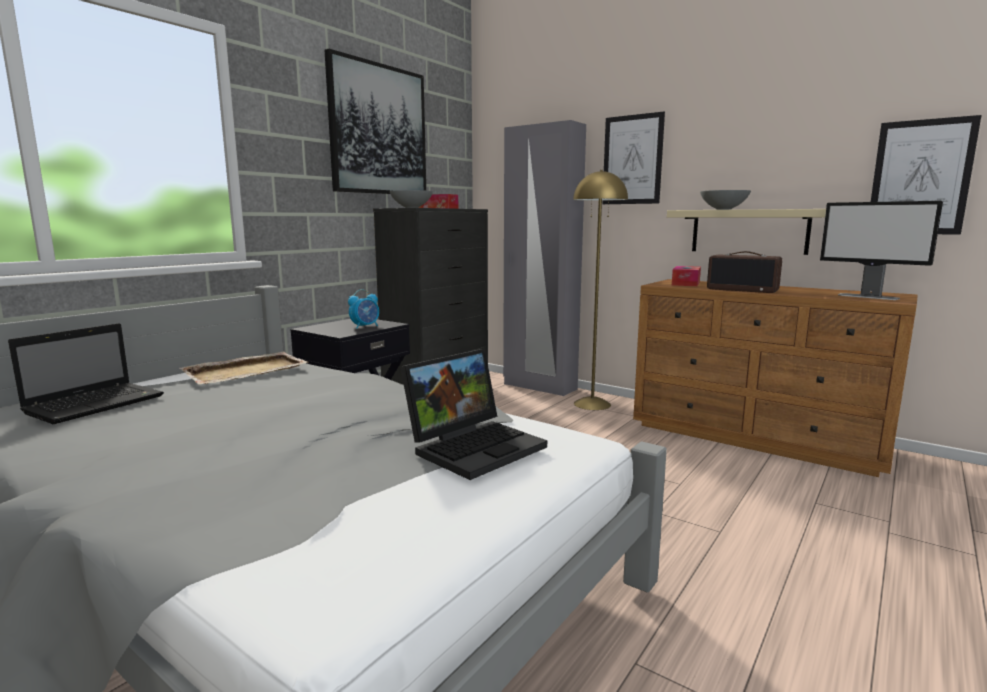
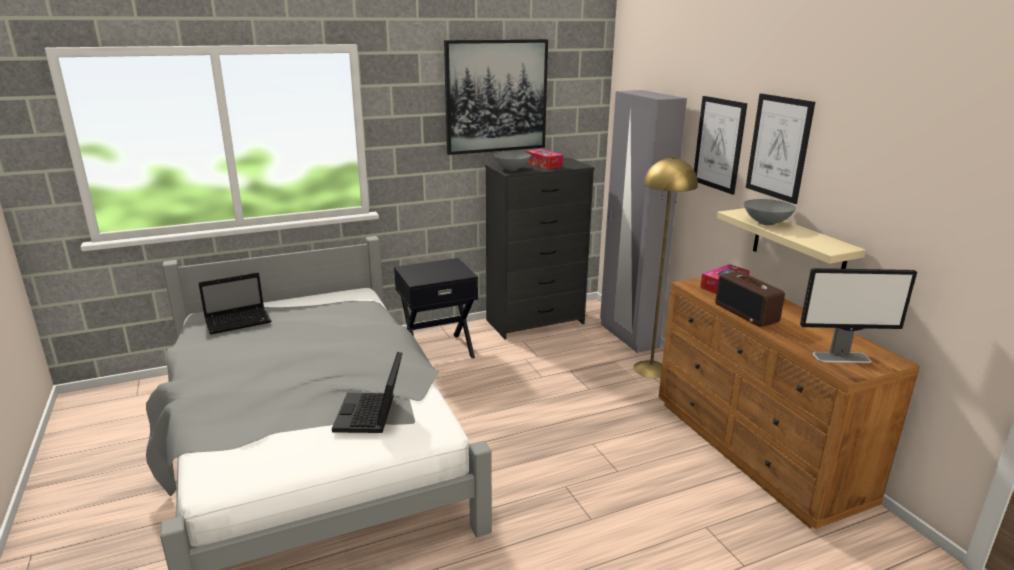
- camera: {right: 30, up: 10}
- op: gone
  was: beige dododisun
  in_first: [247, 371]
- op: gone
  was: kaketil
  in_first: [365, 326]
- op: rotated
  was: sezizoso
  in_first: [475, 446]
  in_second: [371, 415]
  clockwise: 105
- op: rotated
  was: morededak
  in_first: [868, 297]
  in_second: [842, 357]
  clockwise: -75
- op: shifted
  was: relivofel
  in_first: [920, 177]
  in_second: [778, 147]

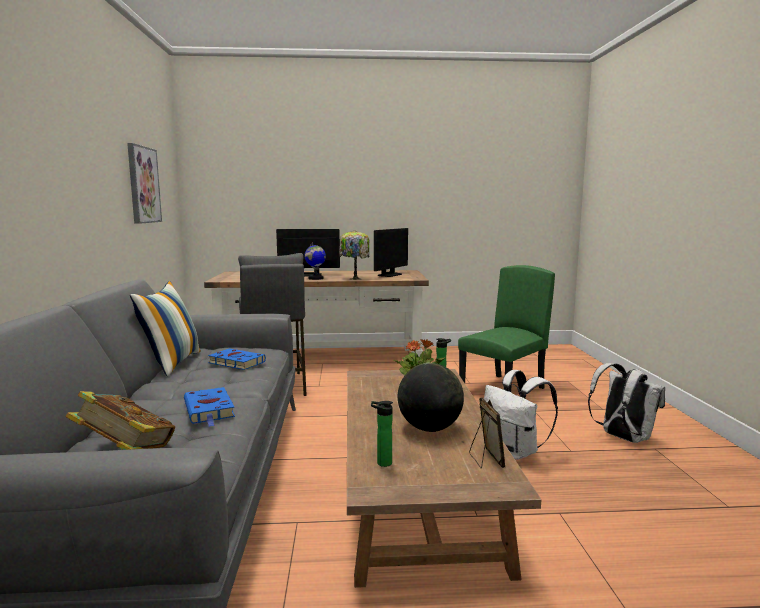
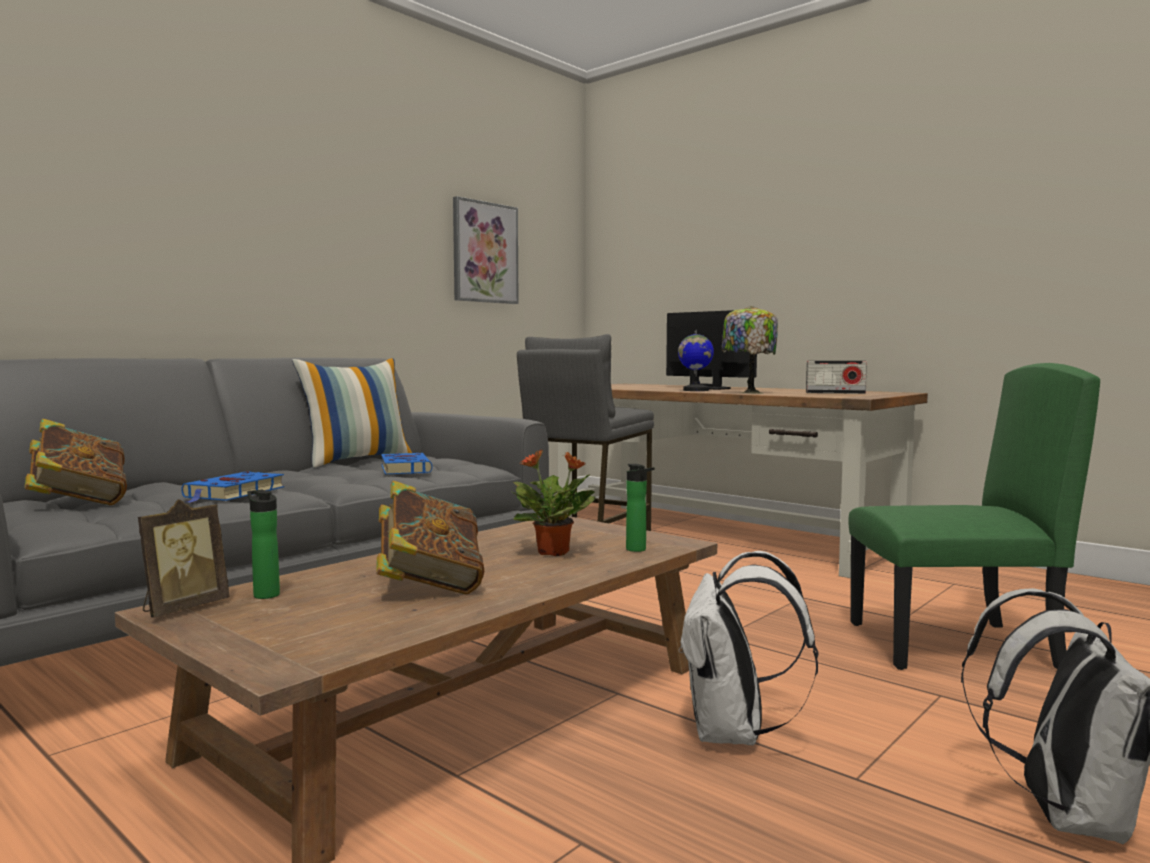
- camera: {right: 45, up: -5}
- op: swapped
  was: morededak
  now: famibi
  in_first: [389, 275]
  in_second: [835, 393]
- op: swapped
  was: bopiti
  now: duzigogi
  in_first: [430, 428]
  in_second: [429, 585]
- op: shifted
  was: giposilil
  in_first: [485, 460]
  in_second: [182, 608]

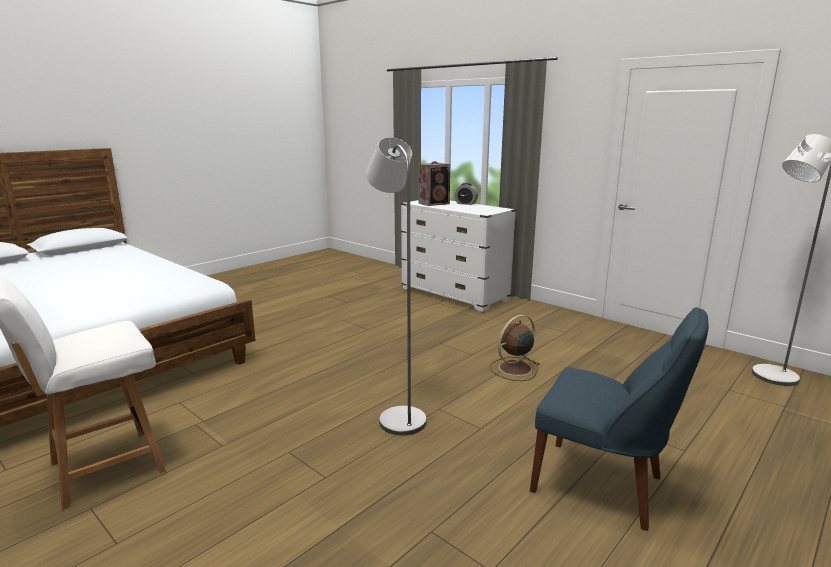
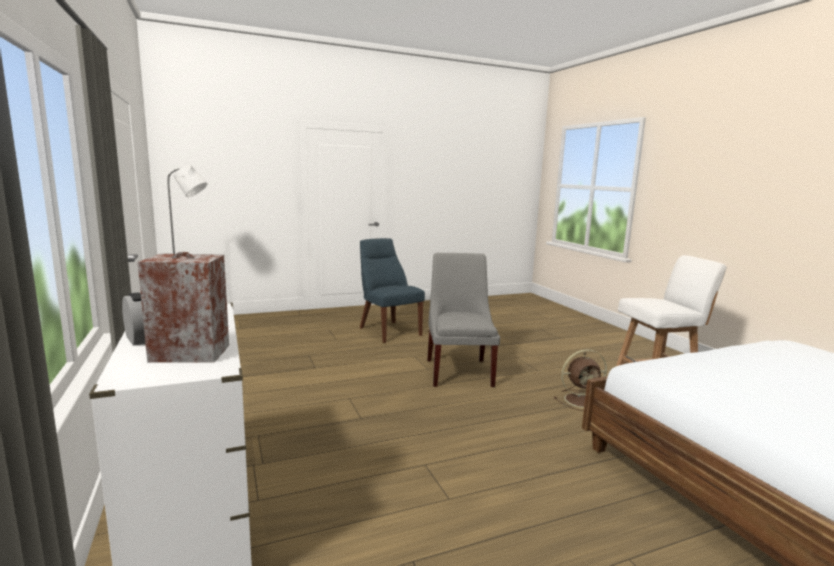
- camera: {right: -155, up: -5}
- op: swapped
  was: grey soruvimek
  now: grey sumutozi
  in_first: [398, 417]
  in_second: [459, 371]
- op: shifted
  was: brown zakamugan
  in_first: [514, 369]
  in_second: [582, 400]

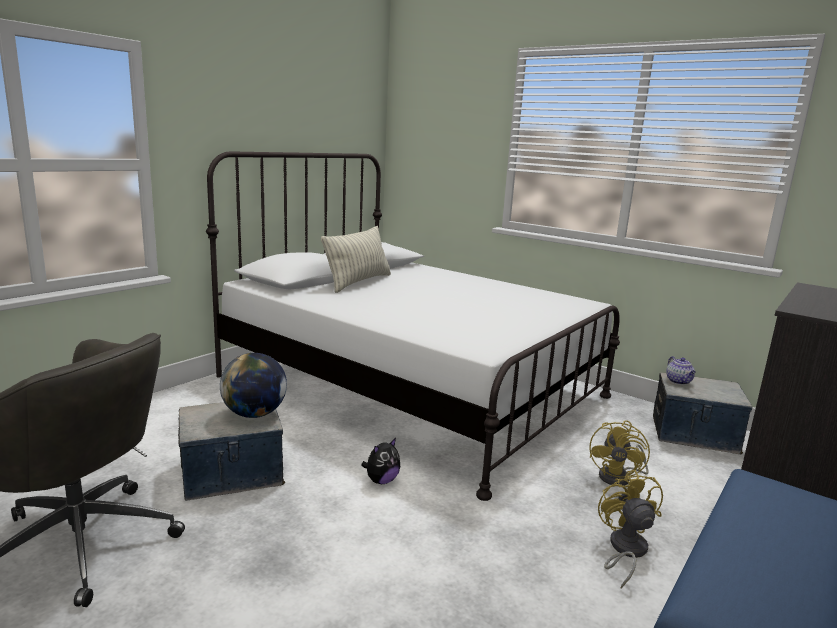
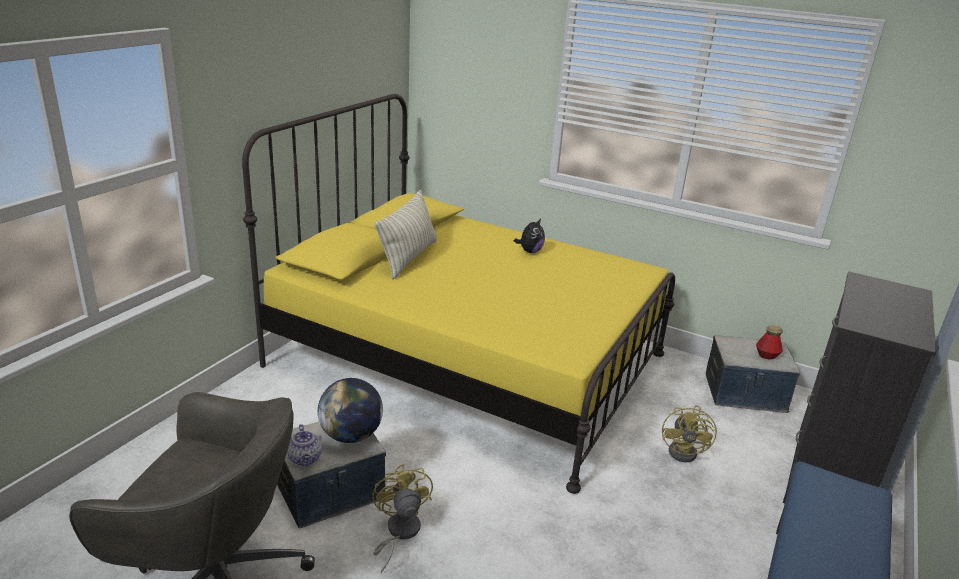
- camera: {right: -10, up: 10}
- op: repainted
  was: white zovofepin
  now: yellow zovofepin
  in_first: [412, 386]
  in_second: [468, 360]
- op: shifted
  was: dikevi
  in_first: [381, 480]
  in_second: [530, 251]
- op: shifted
  was: yellow zakamugan
  in_first: [624, 550]
  in_second: [399, 533]
- op: shifted
  was: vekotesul
  in_first: [679, 381]
  in_second: [305, 459]
- op: new
  now: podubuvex
  in_second: [767, 355]

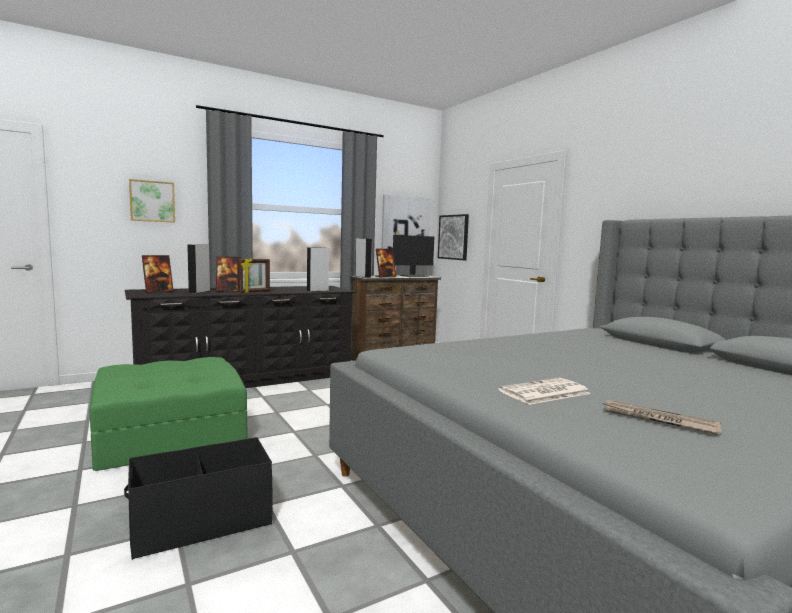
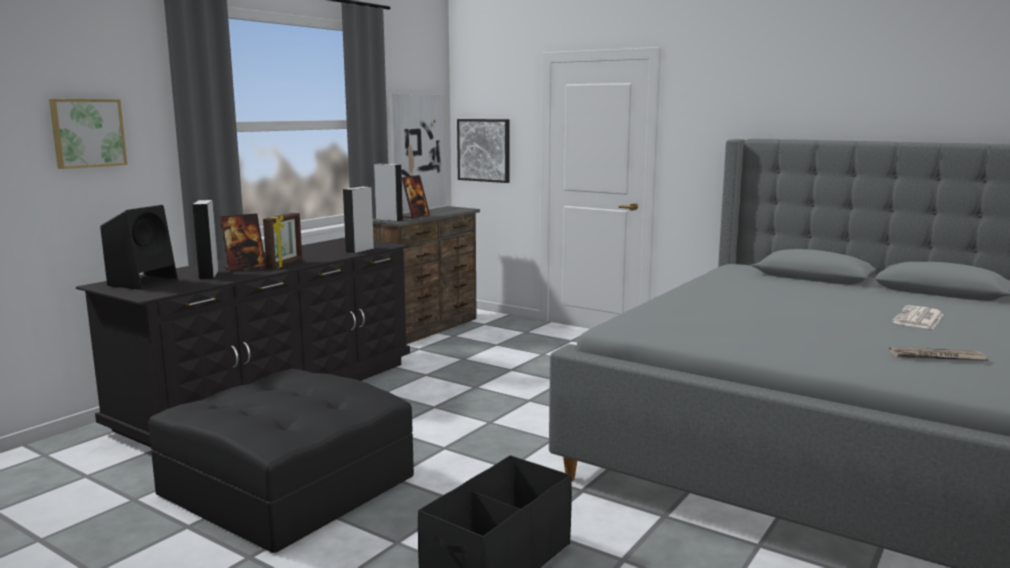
- camera: {right: -25, up: 5}
- op: repainted
  was: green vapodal
  now: black vapodal
  in_first: [171, 431]
  in_second: [289, 484]
- op: swapped
  was: giposilil
  now: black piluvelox
  in_first: [158, 291]
  in_second: [144, 282]
- op: gone
  was: morededak
  in_first: [415, 276]
- op: shifted
  was: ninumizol
  in_first: [544, 392]
  in_second: [918, 319]

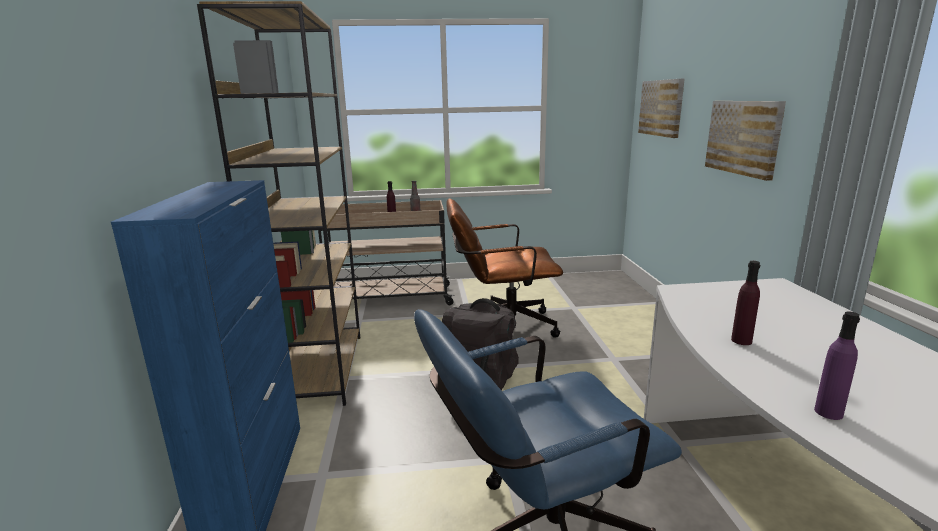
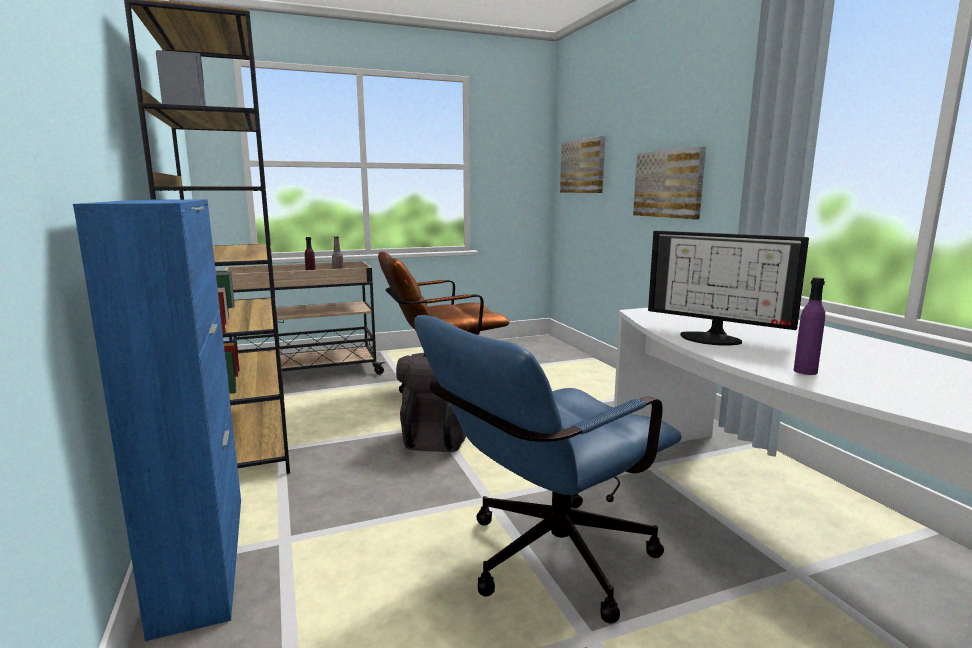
- camera: {right: -15, up: -5}
- op: swapped
  was: purple podubuvex
  now: morededak
  in_first: [741, 341]
  in_second: [713, 337]

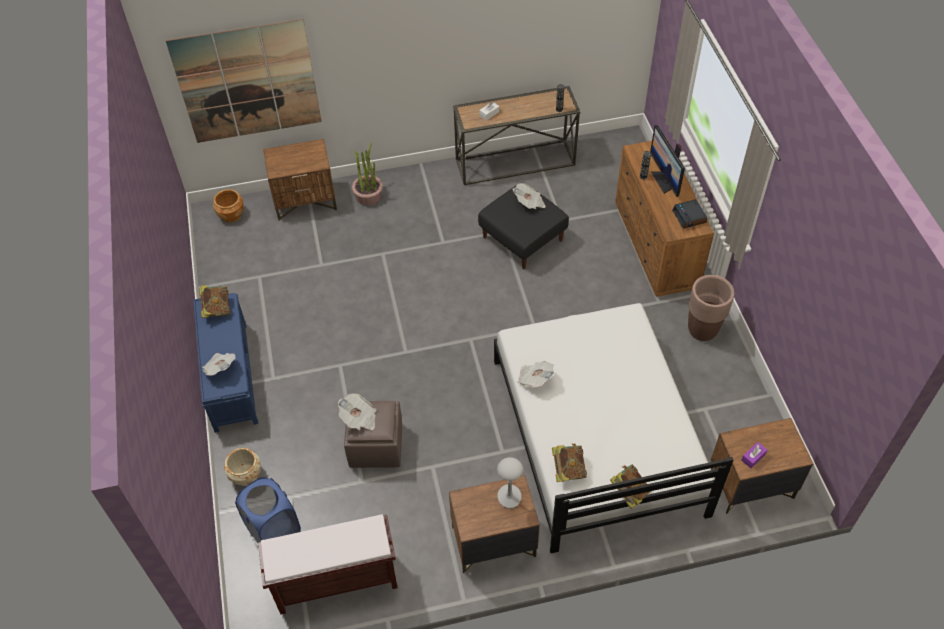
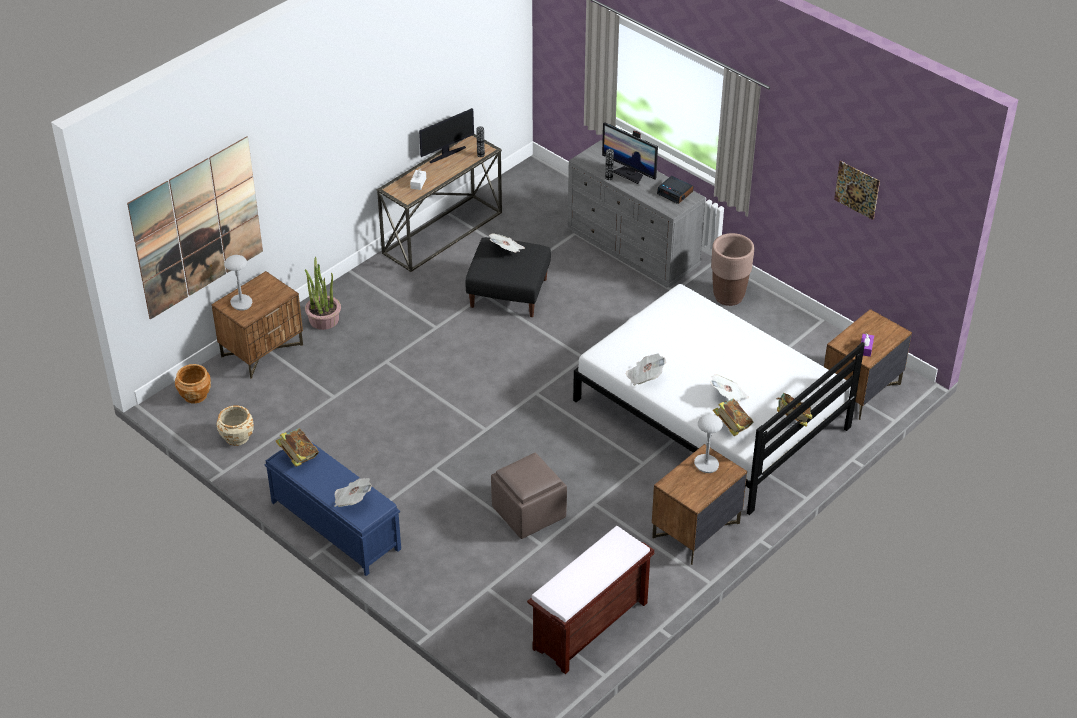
- camera: {right: -35, up: -10}
- op: shifted
  was: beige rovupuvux
  in_first: [246, 475]
  in_second: [237, 437]
- op: gone
  was: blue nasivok
  in_first: [274, 531]
- op: shifted
  was: ninumizol
  in_first: [359, 418]
  in_second: [728, 396]
- op: repainted
  was: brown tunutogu
  now: grey tunutogu
  in_first: [656, 246]
  in_second: [633, 249]
- op: new
  now: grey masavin
  in_second: [241, 303]
- op: new
  now: morededak
  in_second: [446, 154]
- op: new
  now: relivofel
  in_second: [857, 190]

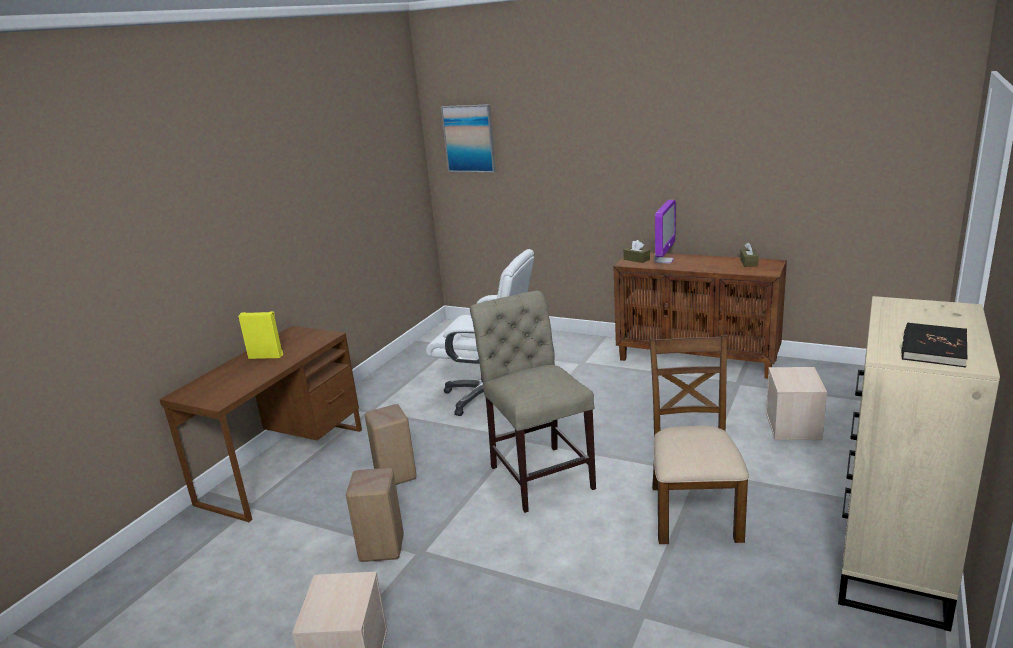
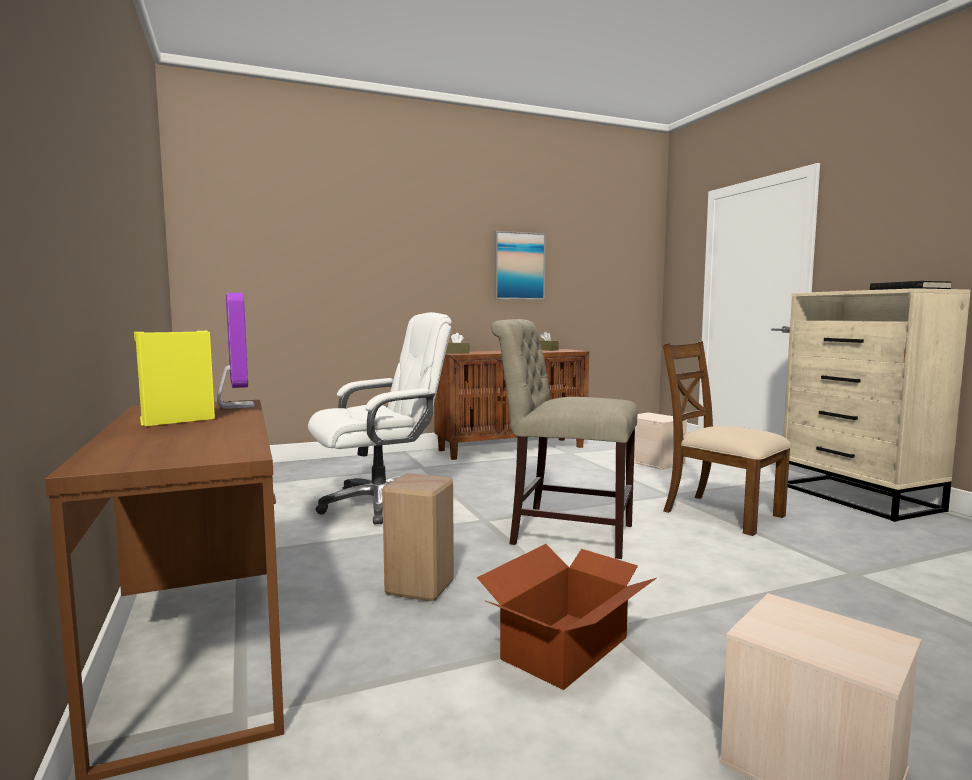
- camera: {right: -50, up: -15}
- op: swapped
  was: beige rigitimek
  now: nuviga
  in_first: [383, 549]
  in_second: [567, 648]
- op: shifted
  was: relivofel
  in_first: [469, 138]
  in_second: [519, 266]
- op: shifted
  was: morededak
  in_first: [663, 261]
  in_second: [236, 406]

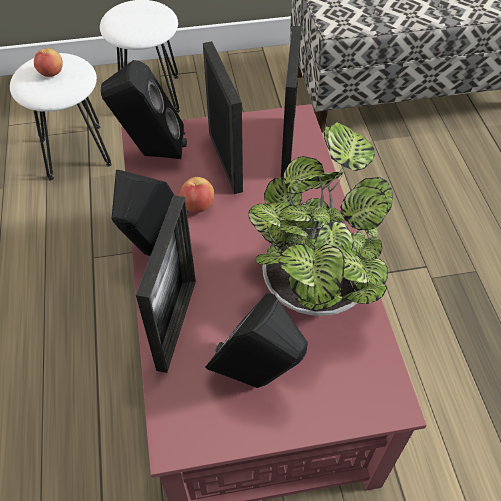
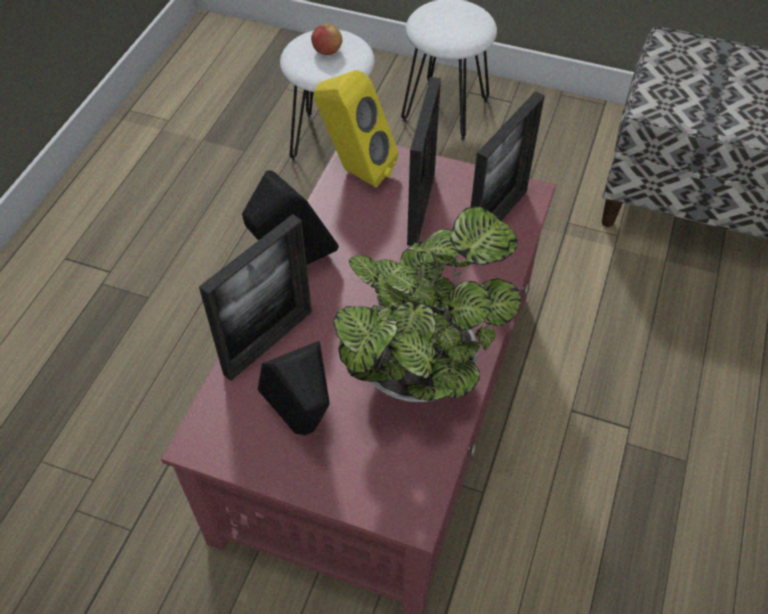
- camera: {right: 30, up: 0}
- op: repainted
  was: black piluvelox
  now: yellow piluvelox
  in_first: [151, 153]
  in_second: [355, 171]
- op: gone
  was: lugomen
  in_first: [198, 206]

